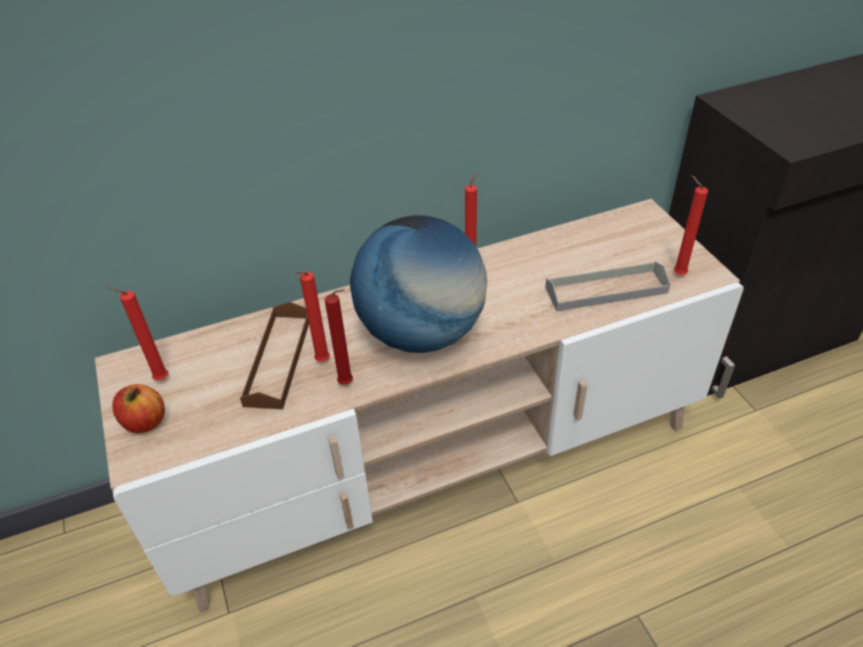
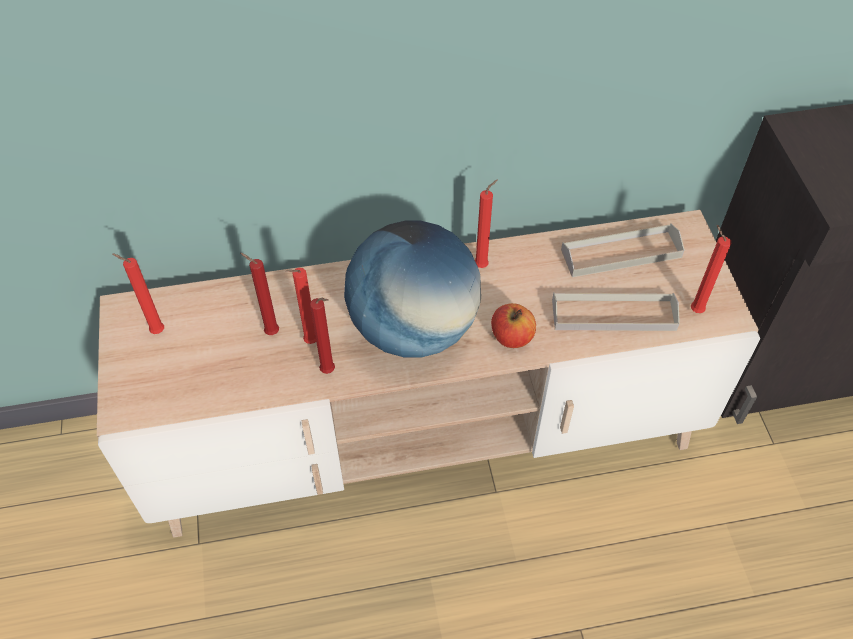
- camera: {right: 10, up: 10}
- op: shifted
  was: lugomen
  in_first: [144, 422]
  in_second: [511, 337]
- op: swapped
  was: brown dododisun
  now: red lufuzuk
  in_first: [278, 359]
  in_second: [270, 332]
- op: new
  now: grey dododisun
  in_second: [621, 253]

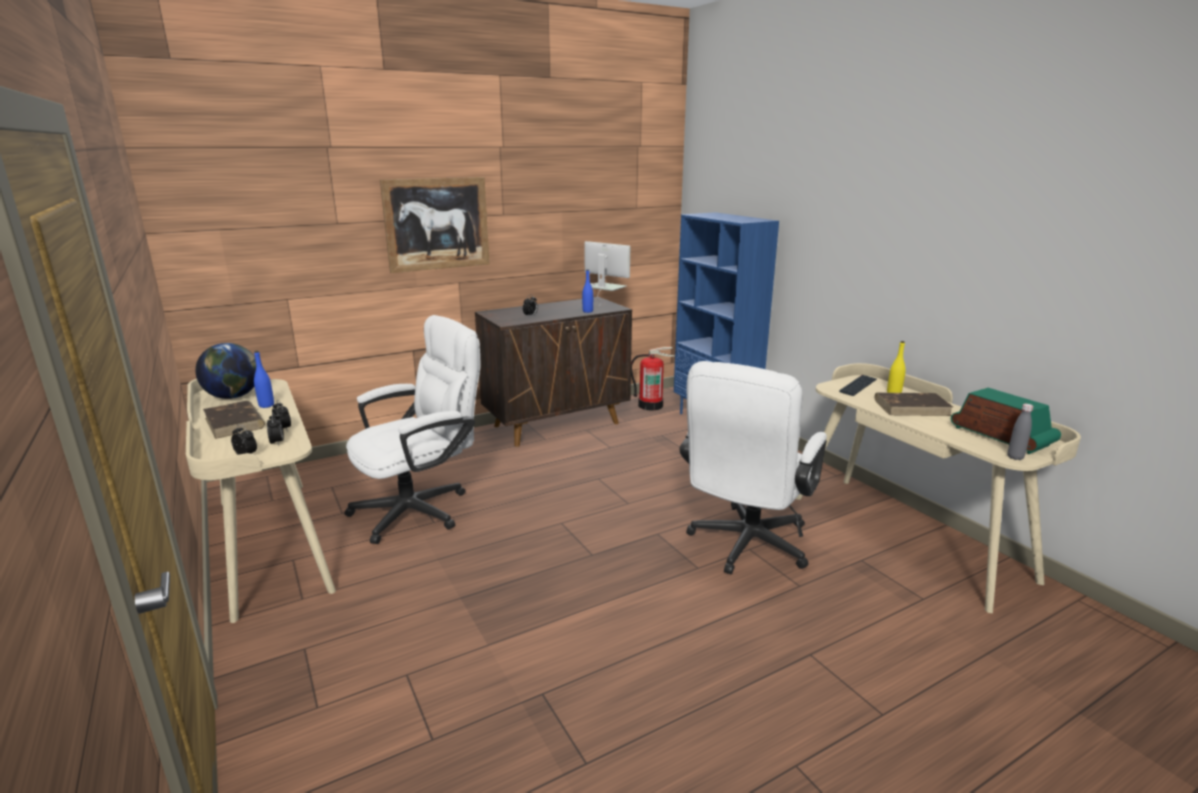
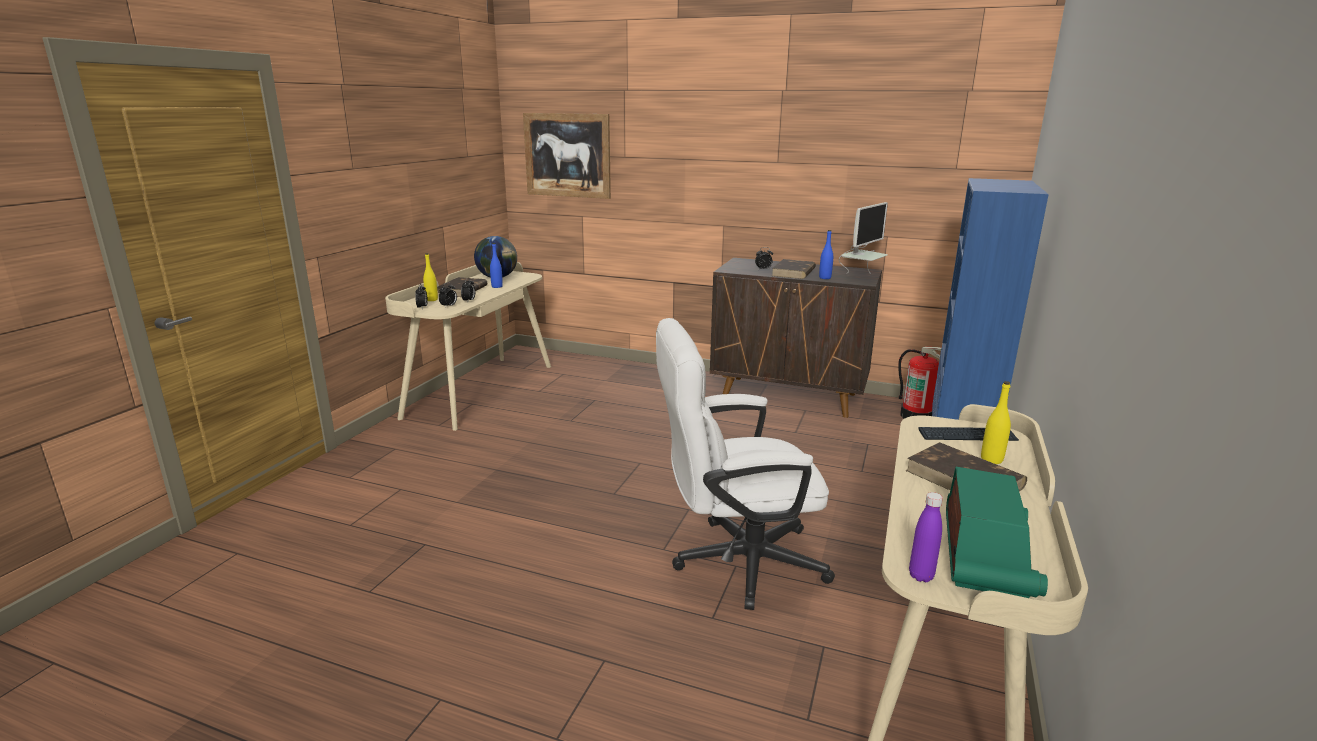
- camera: {right: 50, up: 0}
- op: gone
  was: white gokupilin
  in_first: [421, 508]
- op: shifted
  was: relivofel
  in_first: [437, 224]
  in_second: [567, 155]
- op: rotated
  was: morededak
  in_first: [604, 305]
  in_second: [861, 277]
  clockwise: 45
- op: repainted
  was: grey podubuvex
  now: purple podubuvex
  in_first: [1015, 457]
  in_second: [921, 576]
- op: new
  now: yellow podubuvex
  in_second: [432, 300]
- op: new
  now: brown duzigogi
  in_second: [793, 272]

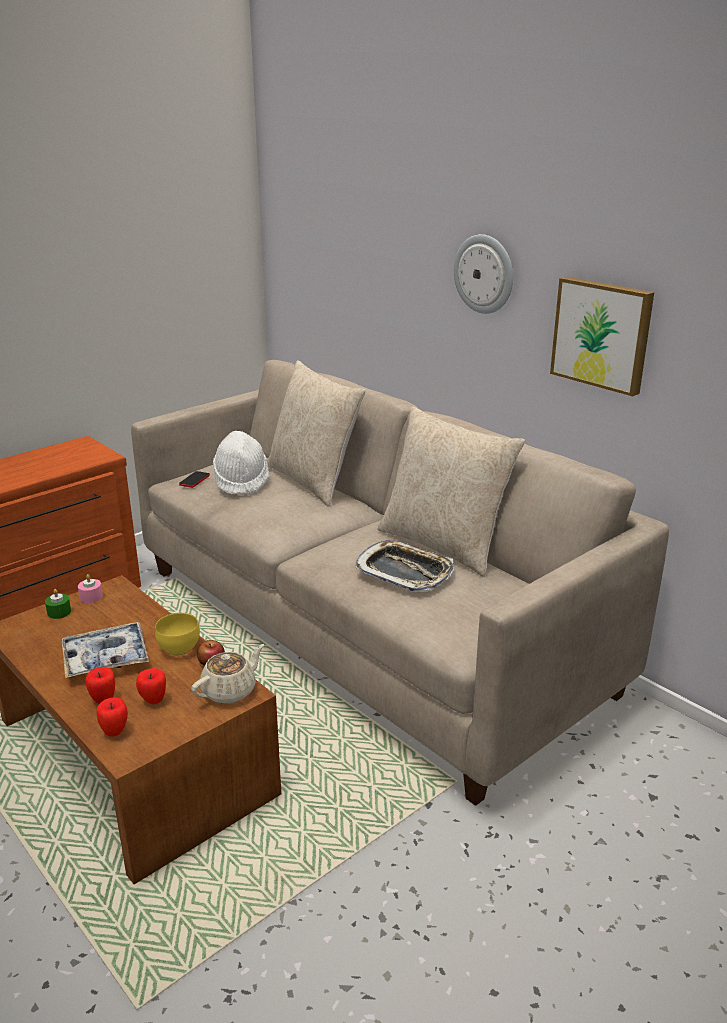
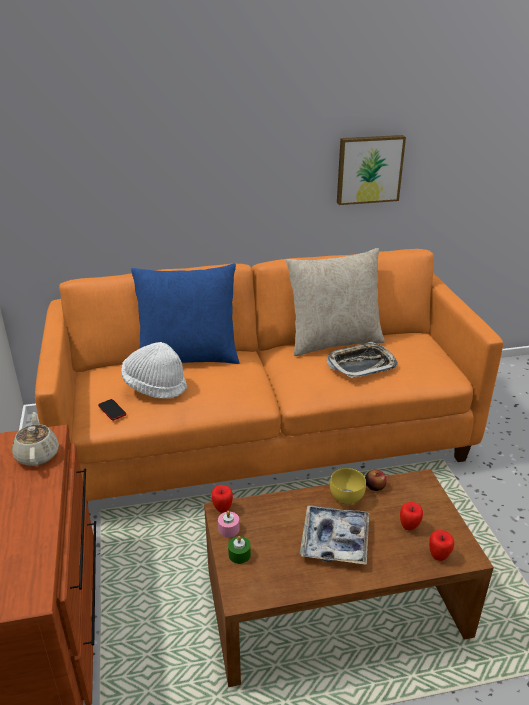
- camera: {right: -60, up: 5}
- op: shifted
  was: lugomen
  in_first: [103, 699]
  in_second: [222, 509]
- op: repainted
  was: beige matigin
  now: orange matigin
  in_first: [365, 627]
  in_second: [265, 437]
- op: shifted
  was: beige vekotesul
  in_first: [230, 691]
  in_second: [37, 454]
- op: repainted
  was: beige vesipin
  now: blue vesipin
  in_first: [313, 481]
  in_second: [188, 357]
- op: gone
  was: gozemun
  in_first: [484, 274]

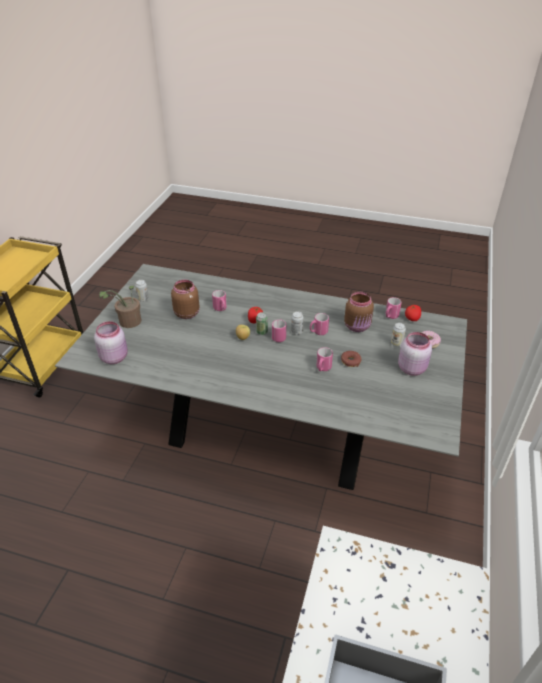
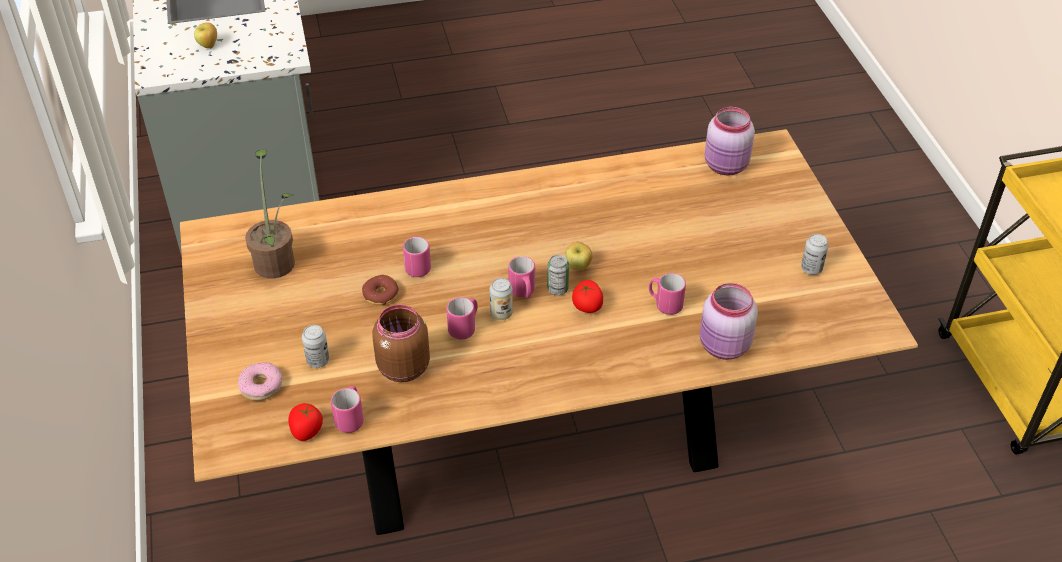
- camera: {right: 150, up: 5}
- op: repainted
  was: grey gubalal
  now: brown gubalal
  in_first: [270, 435]
  in_second: [531, 440]
- op: shifted
  was: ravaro
  in_first: [127, 323]
  in_second: [276, 259]
- op: gone
  was: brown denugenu
  in_first: [187, 313]
- op: shifted
  was: pink denugenu
  in_first: [412, 368]
  in_second: [724, 347]
- op: new
  now: lugomen
  in_second: [208, 45]

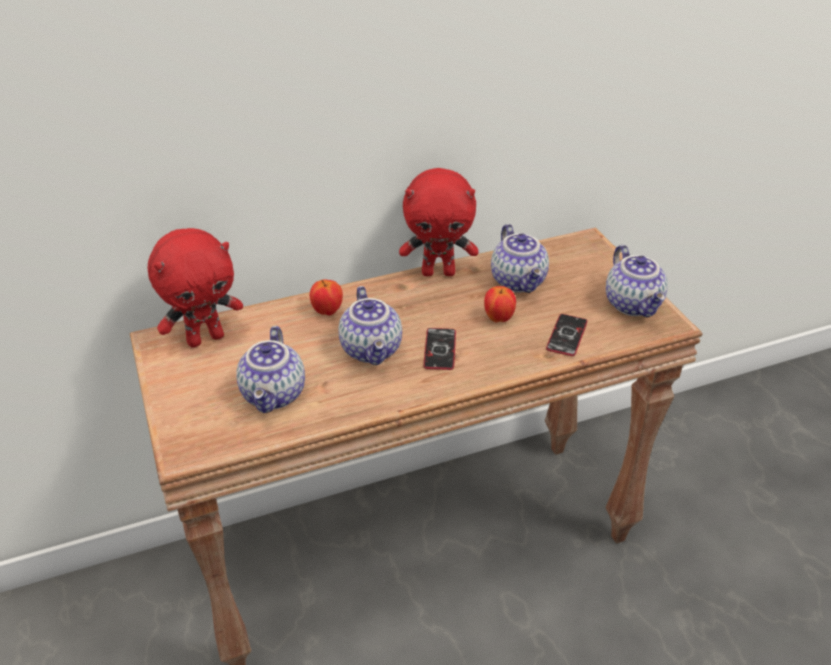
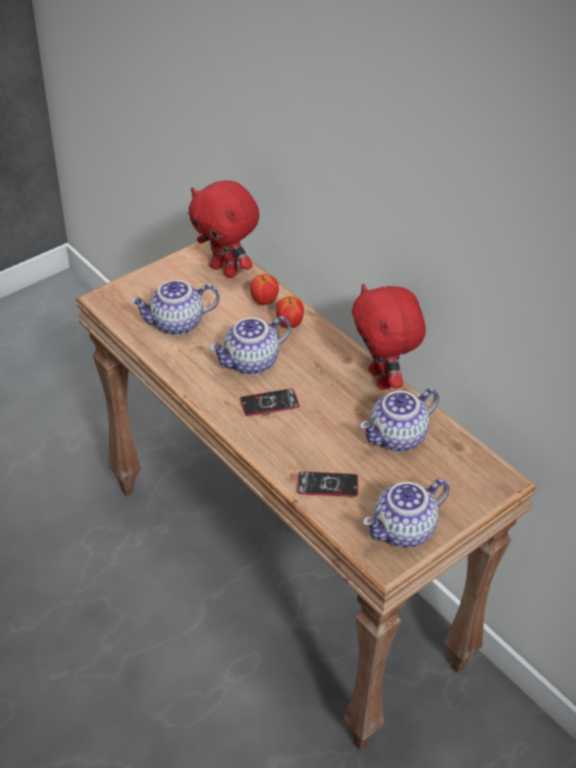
- camera: {right: 70, up: 5}
- op: shifted
  was: lugomen
  in_first: [498, 318]
  in_second: [264, 301]

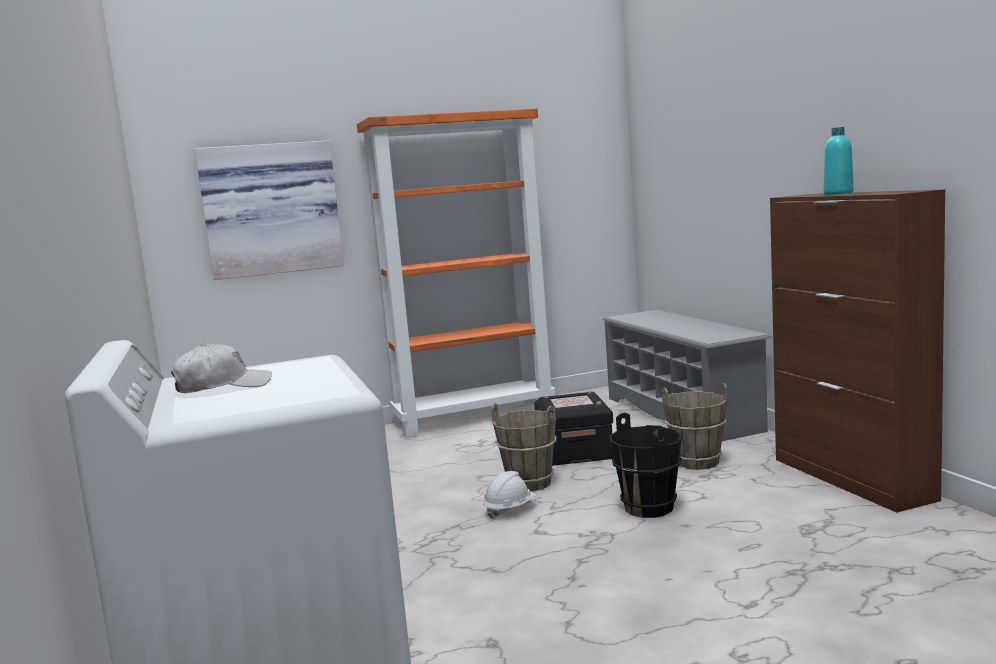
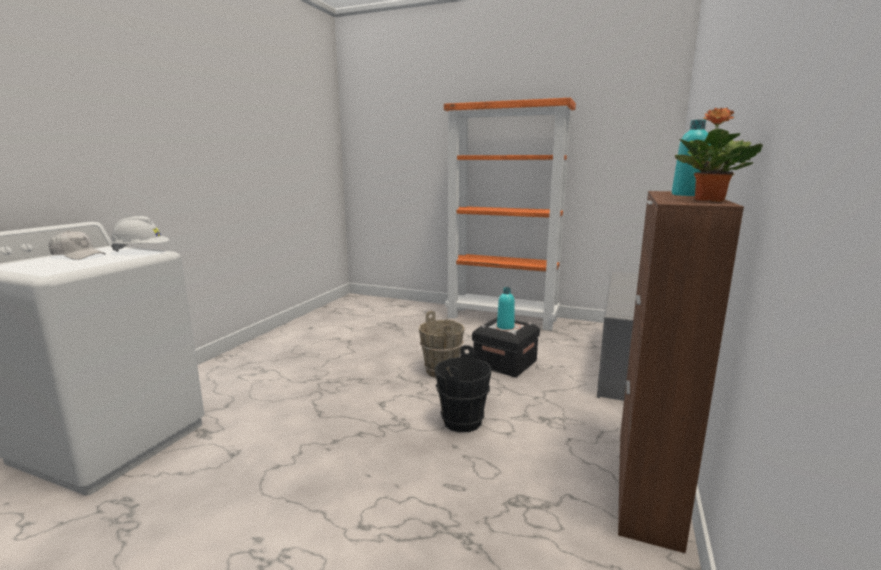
- camera: {right: 40, up: 5}
- op: gone
  was: relivofel
  in_first: [271, 209]
- op: shifted
  was: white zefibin
  in_first: [509, 510]
  in_second: [141, 251]
- op: gone
  was: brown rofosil
  in_first: [696, 462]
- op: new
  now: turquoise podubuvex
  in_second: [505, 326]
- op: new
  now: ravaro
  in_second: [708, 200]

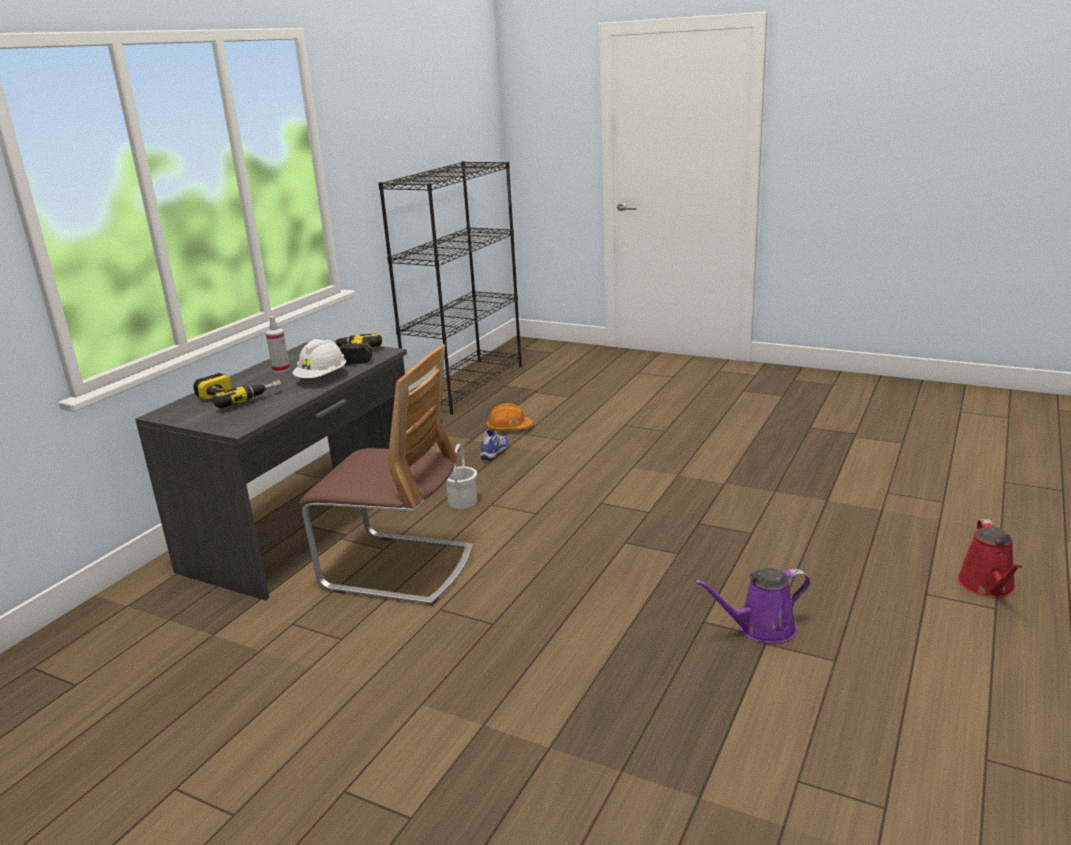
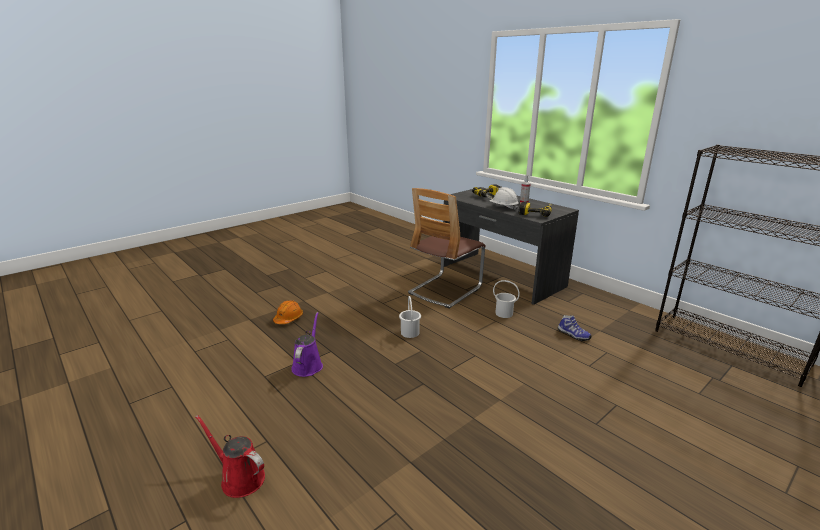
- camera: {right: 110, up: 0}
- op: shifted
  was: orange zefibin
  in_first: [509, 428]
  in_second: [288, 318]
- op: new
  now: white rofosil
  in_second: [410, 332]

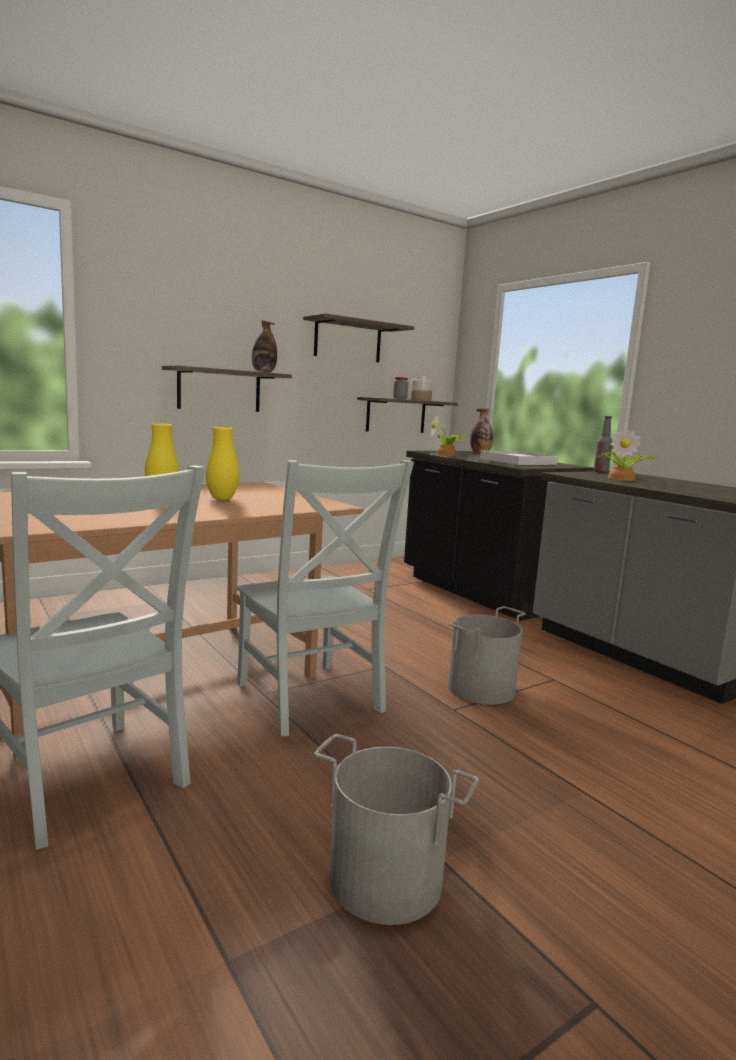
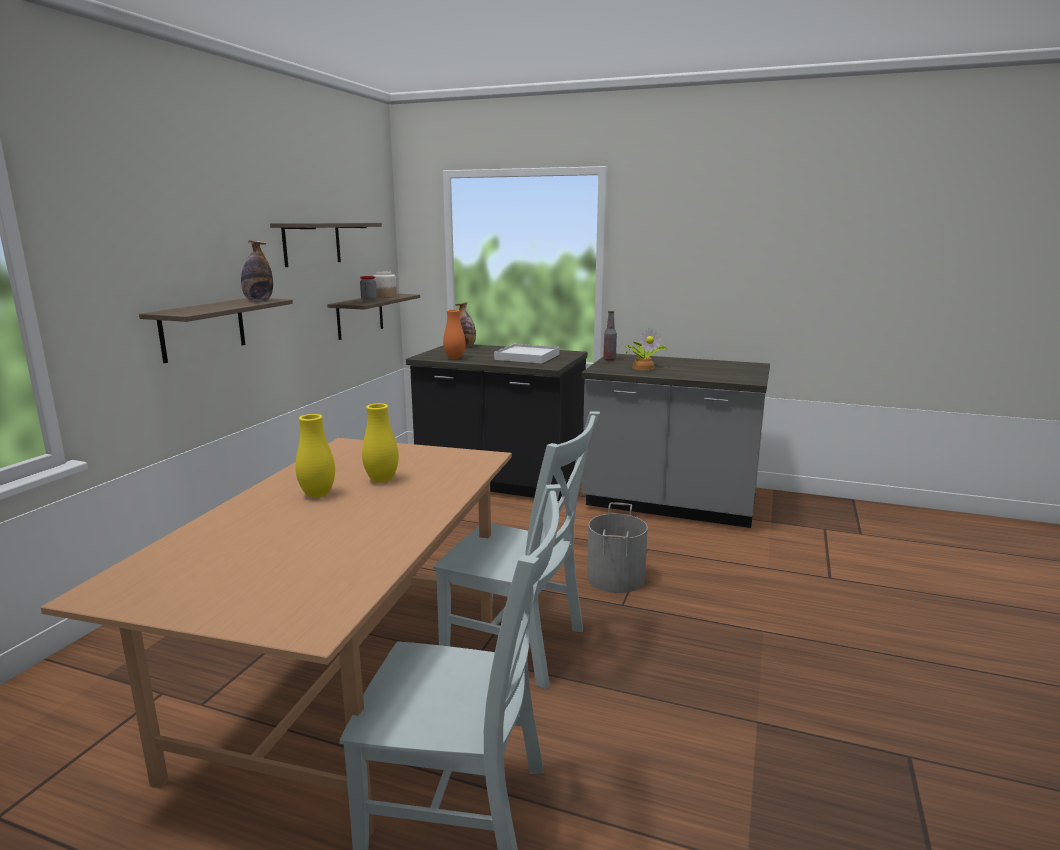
- camera: {right: -35, up: 5}
- op: gone
  was: grey rofosil
  in_first: [385, 880]
- op: swapped
  was: ravaro
  now: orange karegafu
  in_first: [447, 454]
  in_second: [454, 358]

